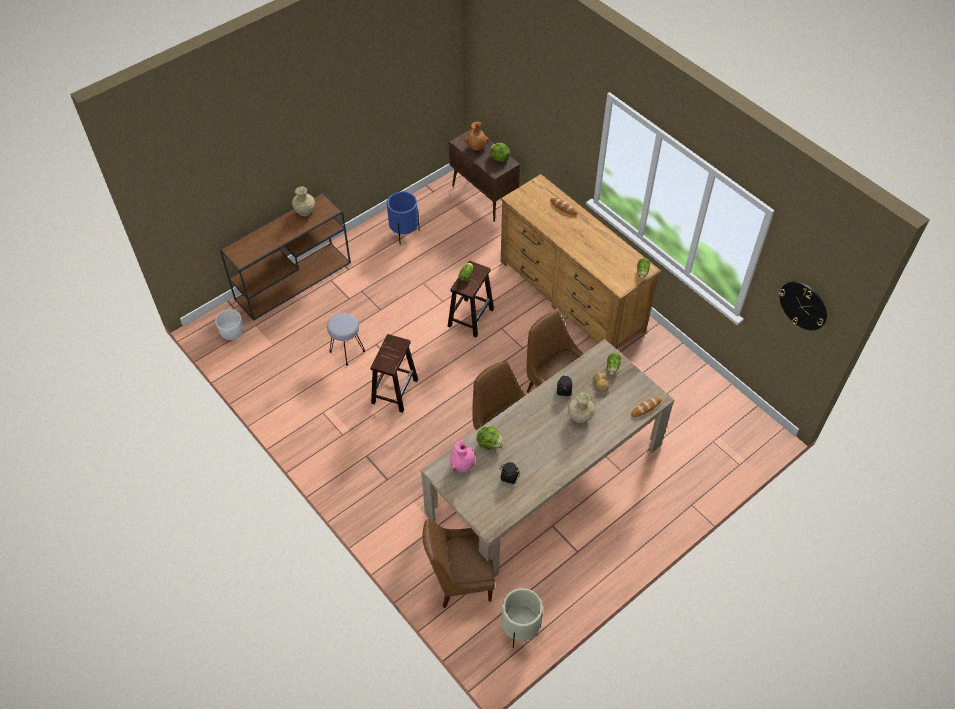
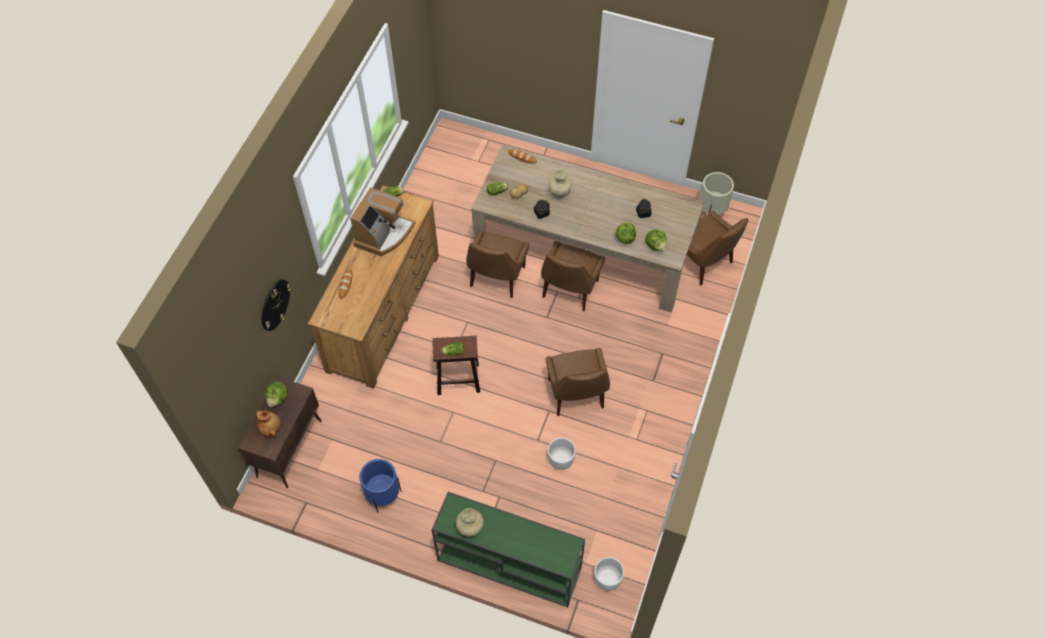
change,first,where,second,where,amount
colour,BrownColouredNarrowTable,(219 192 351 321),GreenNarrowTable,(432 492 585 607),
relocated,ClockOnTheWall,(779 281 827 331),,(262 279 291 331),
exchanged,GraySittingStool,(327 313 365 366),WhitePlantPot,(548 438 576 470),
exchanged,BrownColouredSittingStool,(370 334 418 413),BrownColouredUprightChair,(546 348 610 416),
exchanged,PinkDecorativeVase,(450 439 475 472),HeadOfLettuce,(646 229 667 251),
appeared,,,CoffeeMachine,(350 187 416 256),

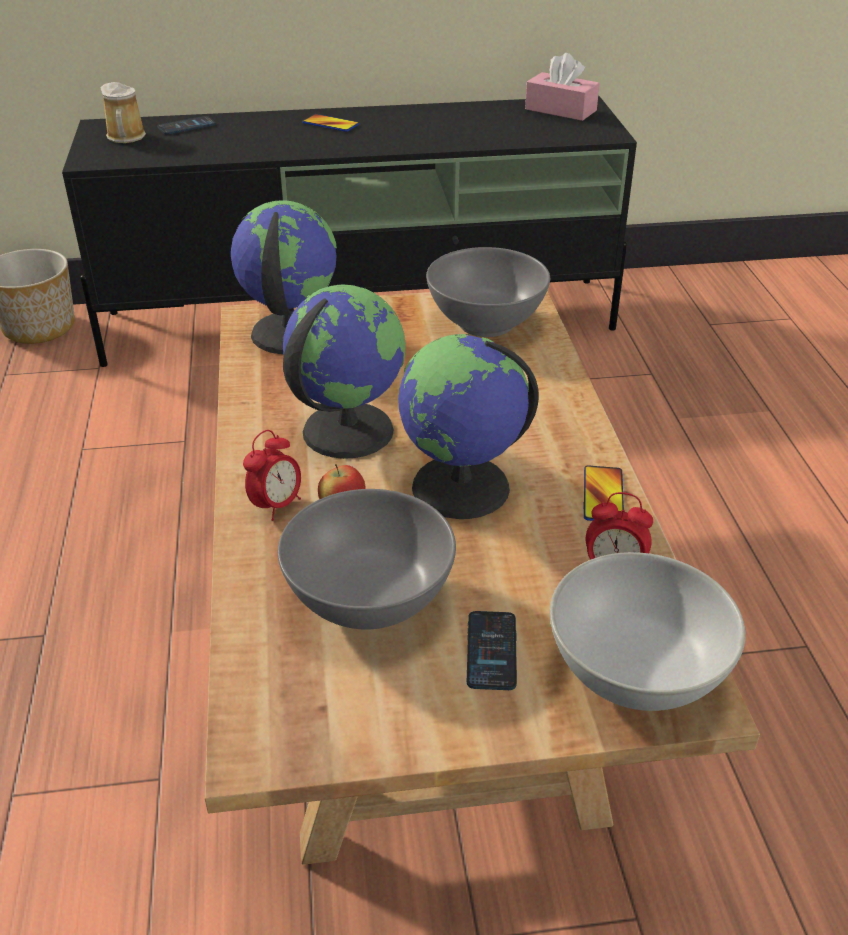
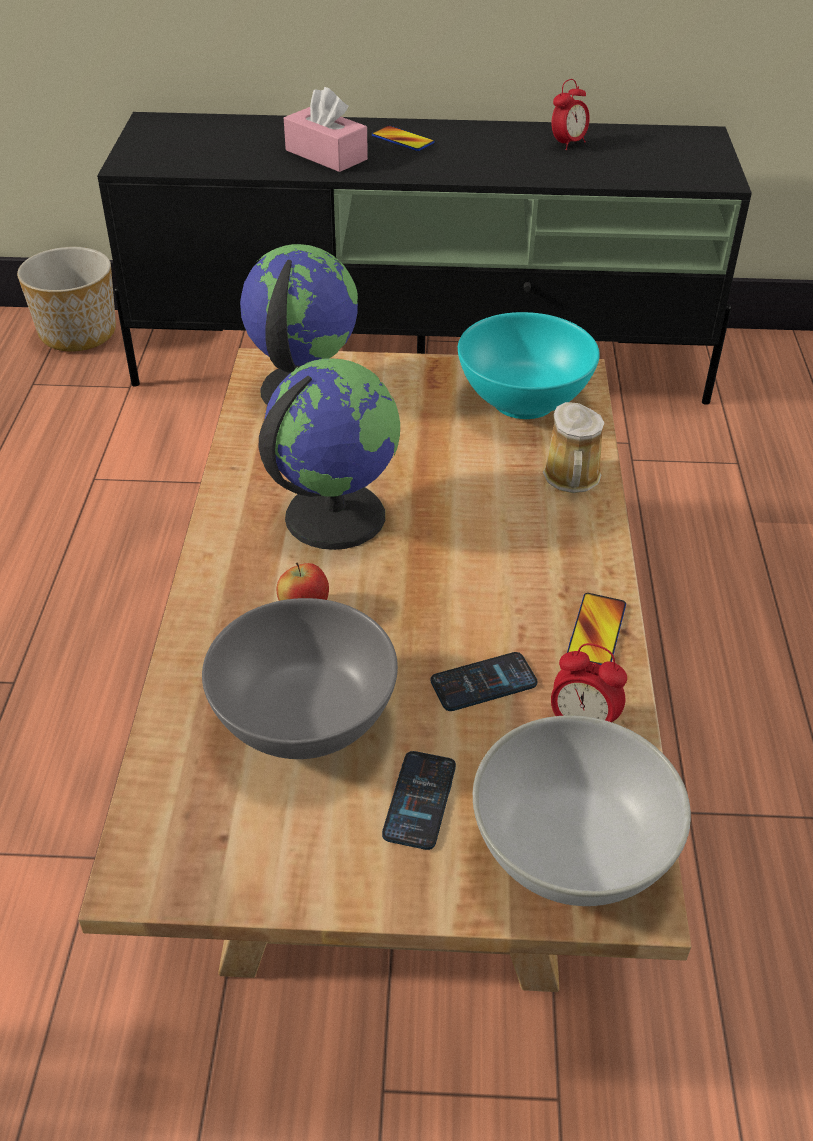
change,first,where,second,where,amount
relocated,PinkTissueBox,(525 53 600 121),,(284 87 368 172),
relocated,TeaMug,(101 82 146 143),,(543 402 605 493),
relocated,Phone,(157 116 216 135),,(431 652 537 711),
colour,GrayBowl,(426 247 550 337),TurquoiseColouredBowl,(458 312 600 419),
missing,WorldGlobe,(398 334 539 519),,,
relocated,TableClock,(243 430 301 521),,(552 79 590 150),

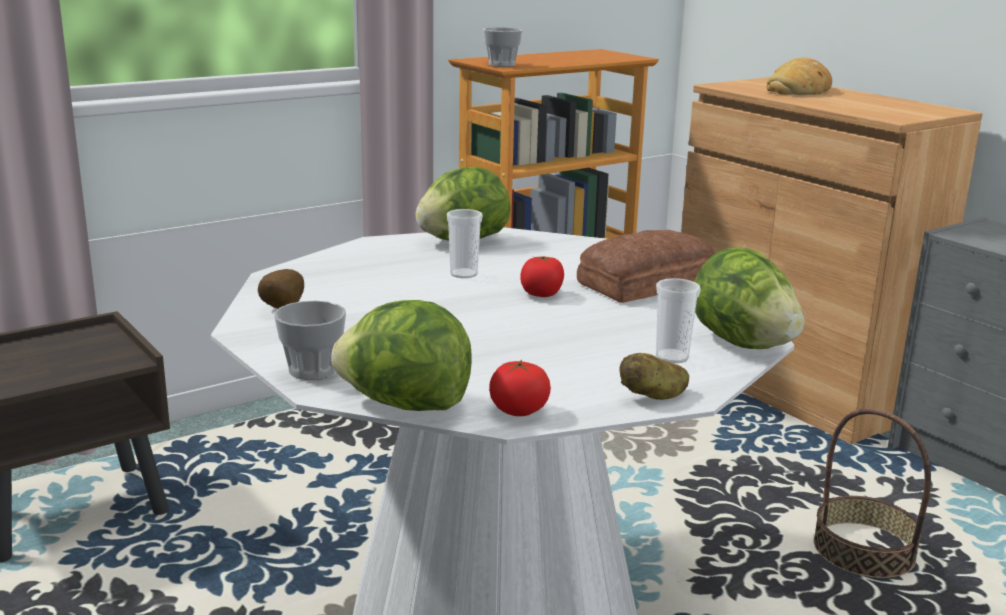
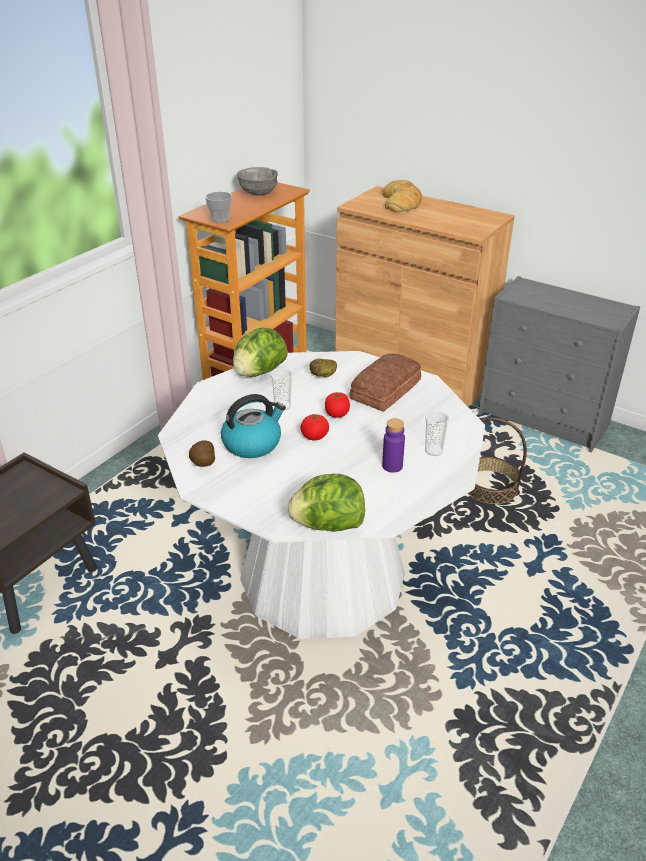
change,first,where,second,where,amount
missing,HeadOfLettuce,(694 247 804 349),,,
missing,SmallCup,(274 301 346 380),,,
relocated,Spud,(619 353 689 400),,(309 359 337 377),
relocated,WholeTomato,(489 360 551 416),,(300 414 329 441),
appeared,,,GrayBowl,(237 167 278 195),
appeared,,,WaterKettle,(221 394 286 458),
appeared,,,PurpleColouredBottle,(382 418 405 473),

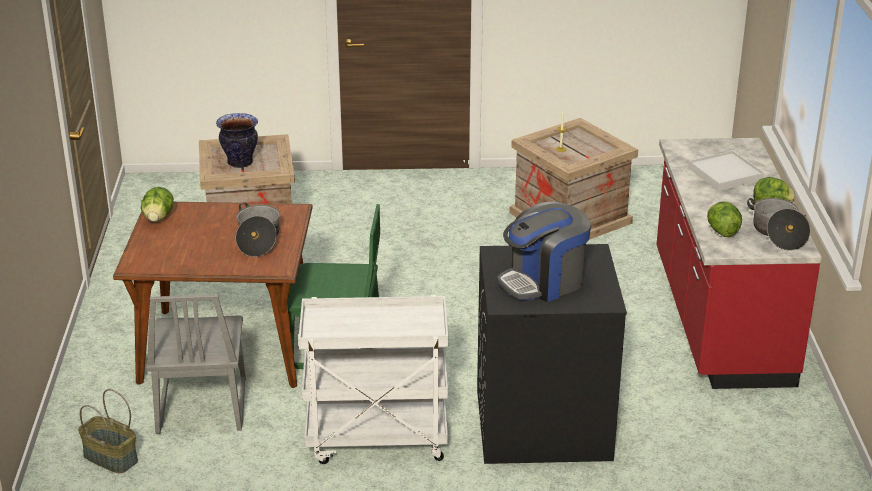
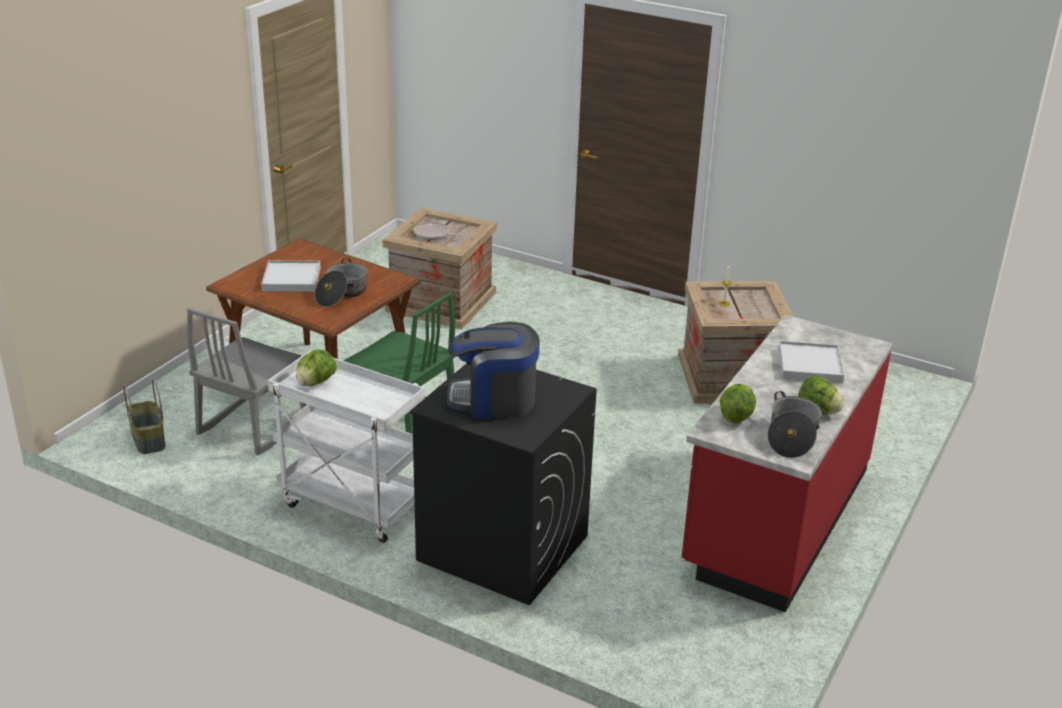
change,first,where,second,where,amount
exchanged,DecorativeVase,(216 113 258 168),FryingPan,(414 222 464 240),
relocated,HeadOfLettuce,(141 187 174 222),,(296 349 337 386),
appeared,,,WhiteServingTray,(261 260 321 292),

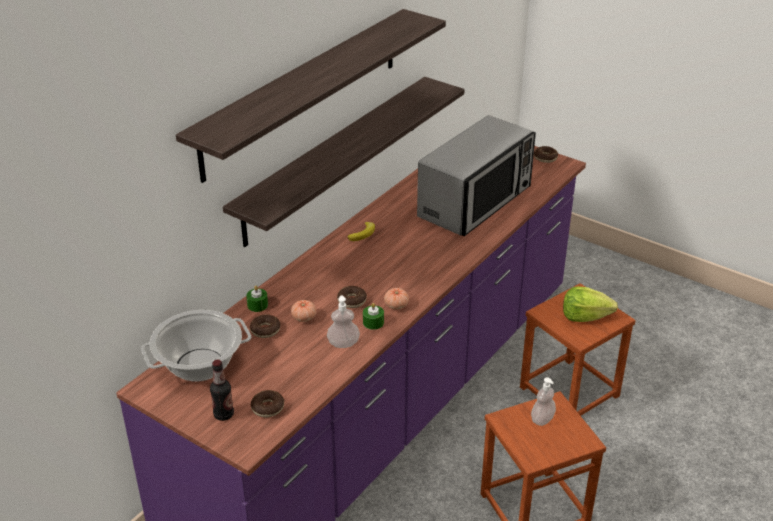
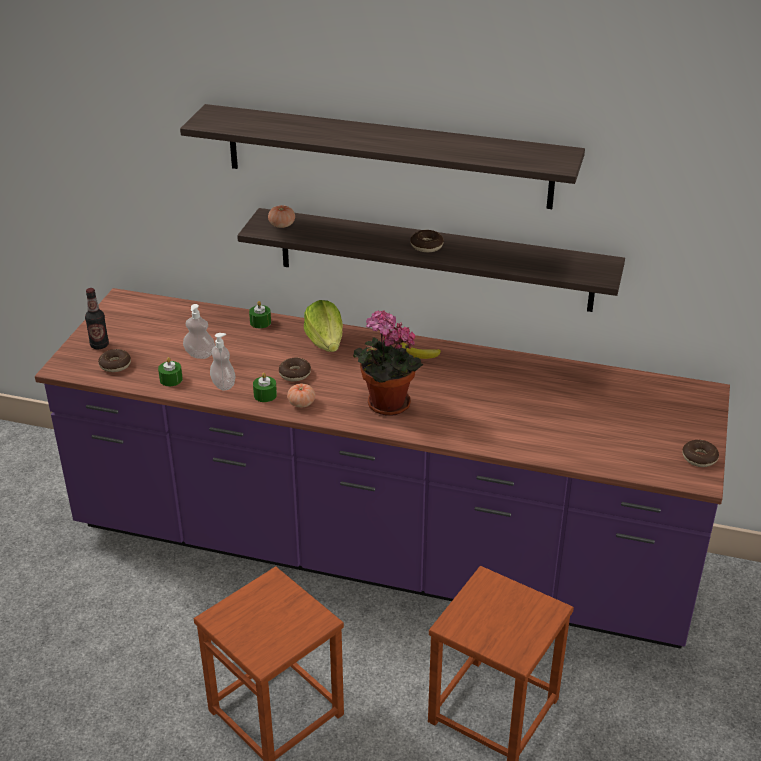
change,first,where,second,where,amount
missing,KitchenMicrowave,(417 115 536 236),,,
relocated,HeadOfLettuce,(563 286 618 322),,(304 300 343 352),
relocated,WholeTomato,(291 300 316 322),,(268 205 295 228),
missing,CookingPot,(141 310 251 382),,,
relocated,Doughnut,(250 315 280 338),,(410 230 444 252),
relocated,SoapBottle,(531 378 556 426),,(183 304 215 359),
appeared,,,Houseplant,(353 310 423 416),
appeared,,,GreenWaxLight,(158 357 183 386),

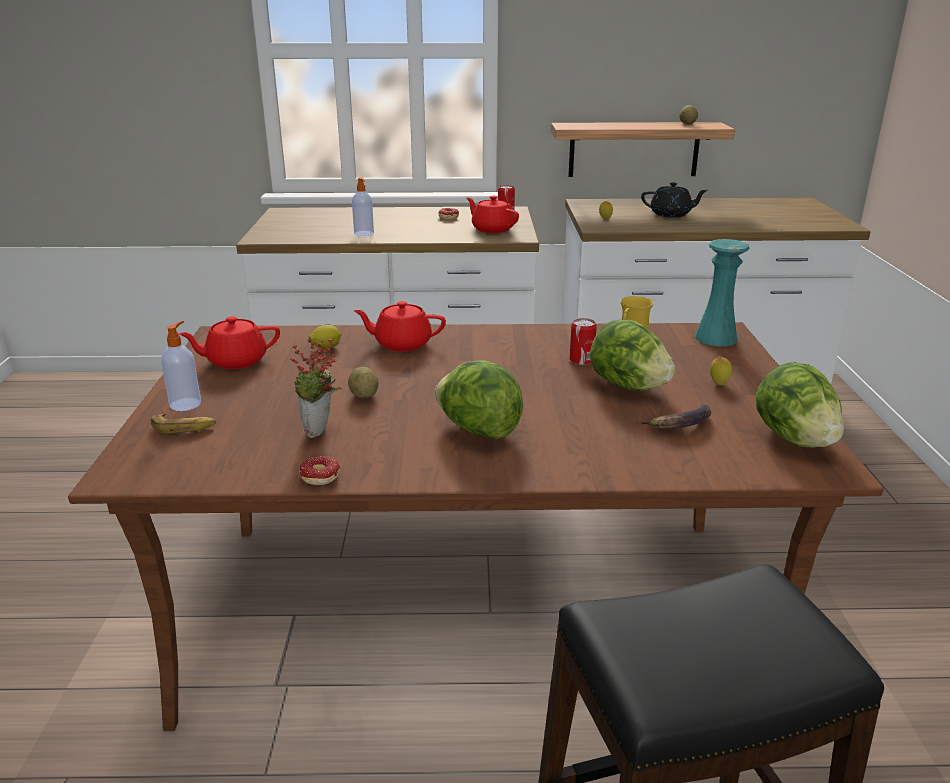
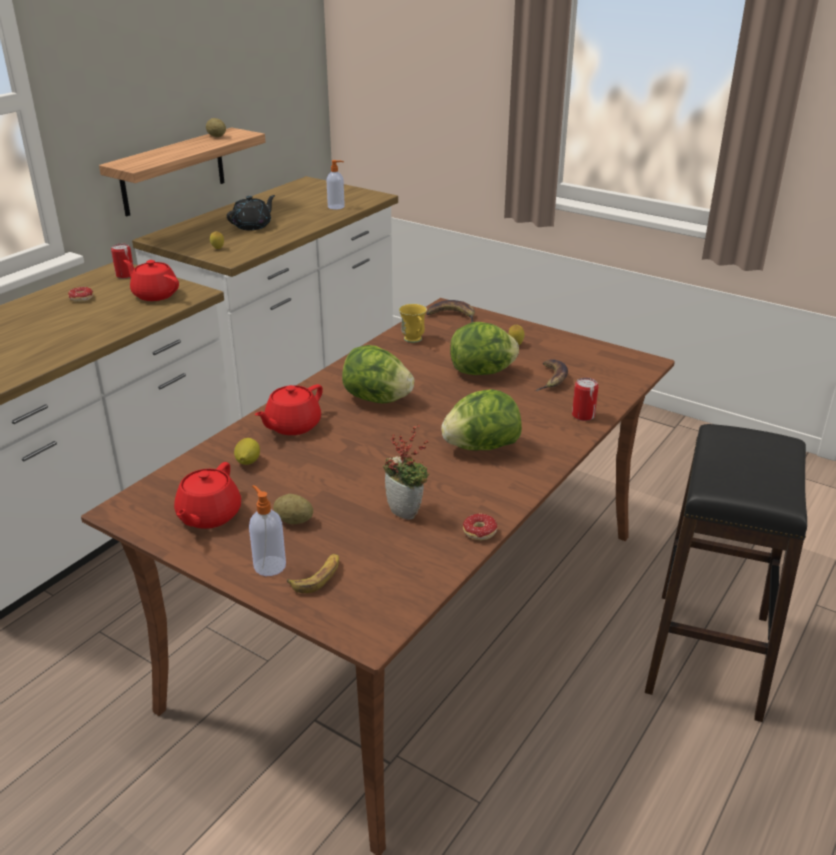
change,first,where,second,where,amount
relocated,SoapBottle,(352 177 374 236),,(326 160 345 210),
spun,RedTeapot,(467 196 519 233),,(124 260 179 301),45 degrees clockwise
exchanged,TurquoiseColouredDecorativeVase,(695 239 750 346),Banana,(426 300 475 323),
relocated,MetalCan,(570 318 597 365),,(572 378 598 421),
relocated,HeadOfLettuce,(756 362 844 448),,(342 345 414 403),
relocated,Spud,(348 367 378 398),,(273 494 313 524),

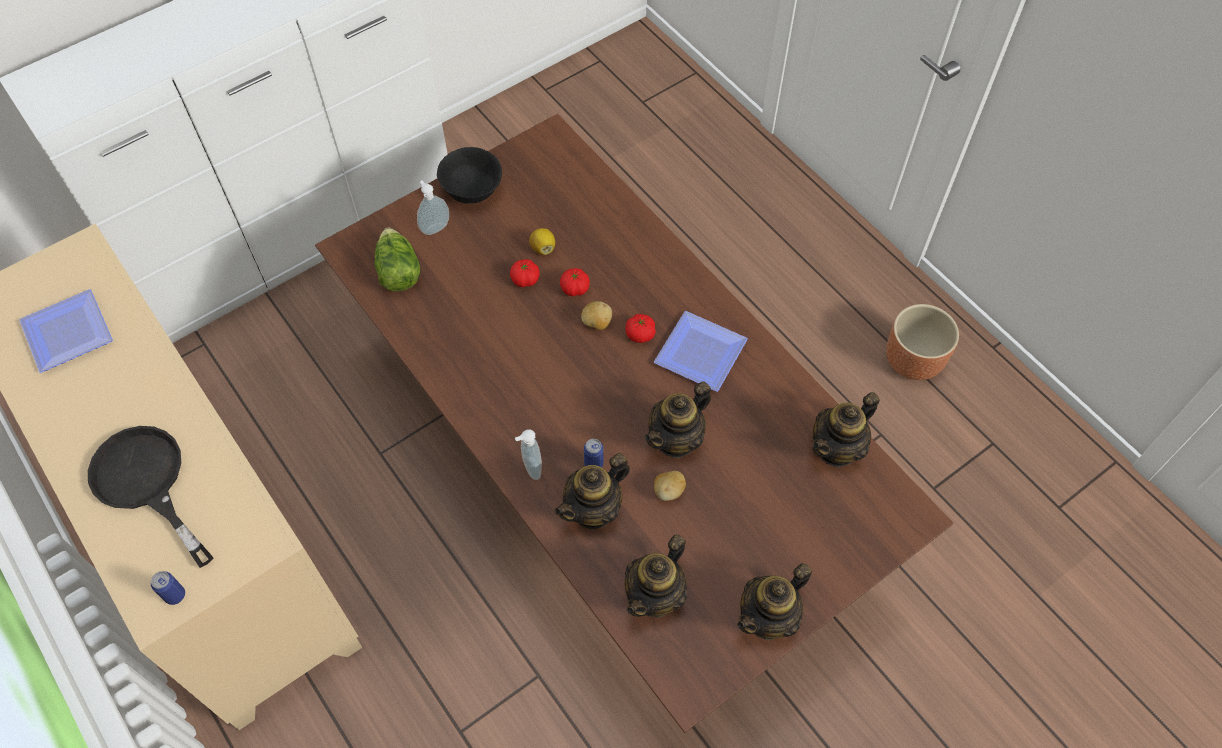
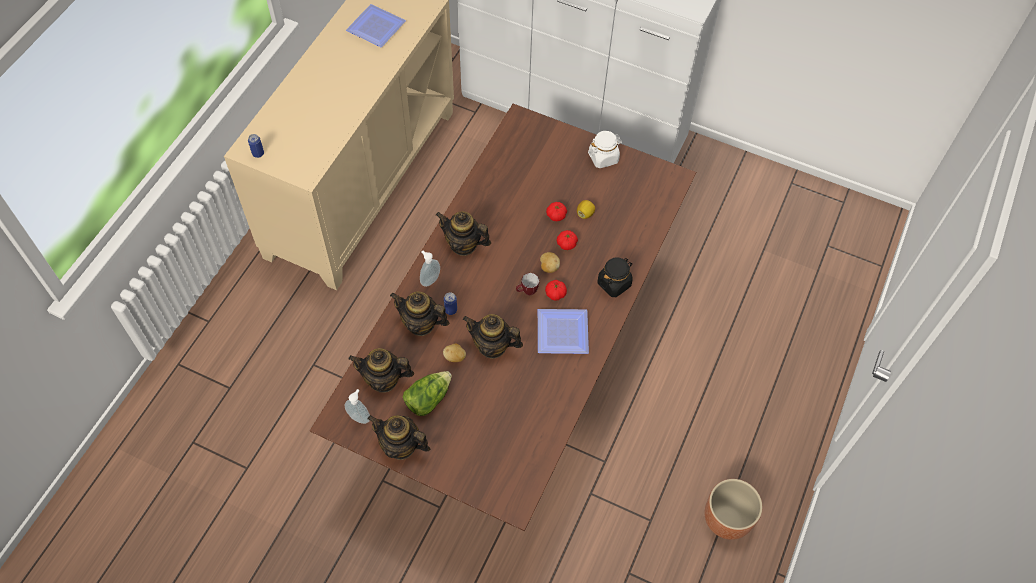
change,first,where,second,where,amount
exchanged,BlackishBowl,(437 147 502 203),WhitePreserveJar,(588 131 622 168),
relocated,SoapBottle,(417 181 449 235),,(345 389 370 424),
relocated,HeadOfLettuce,(374 227 420 292),,(403 371 452 416),
relocated,Teapot,(812 392 880 468),,(436 211 491 256),
missing,BlackishFryingPan,(88 426 214 568),,,
appeared,,,BlackishPreserveJar,(597 257 633 297),
appeared,,,TeaMug,(516 273 539 295),

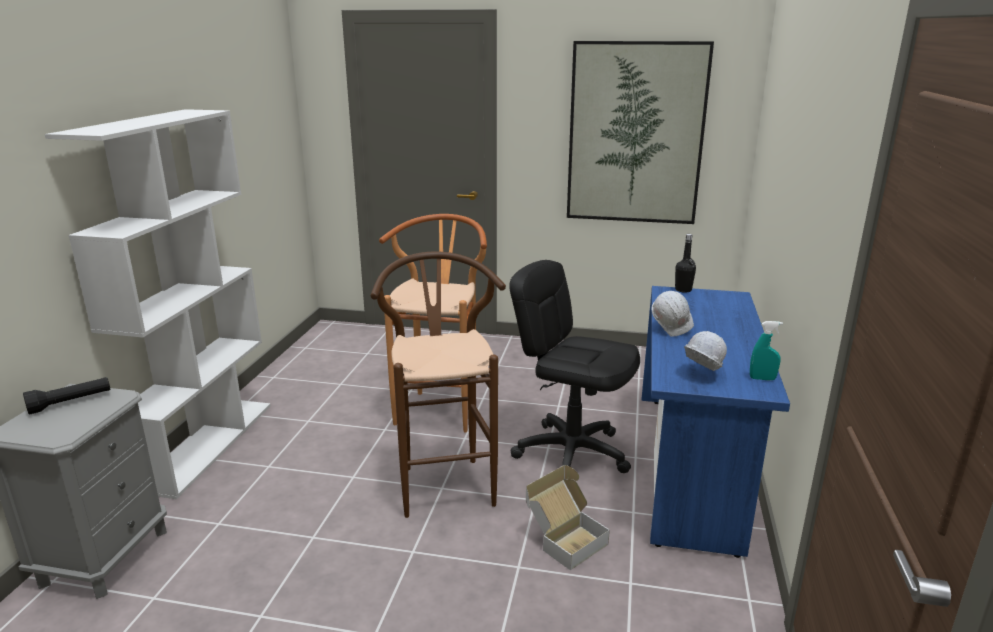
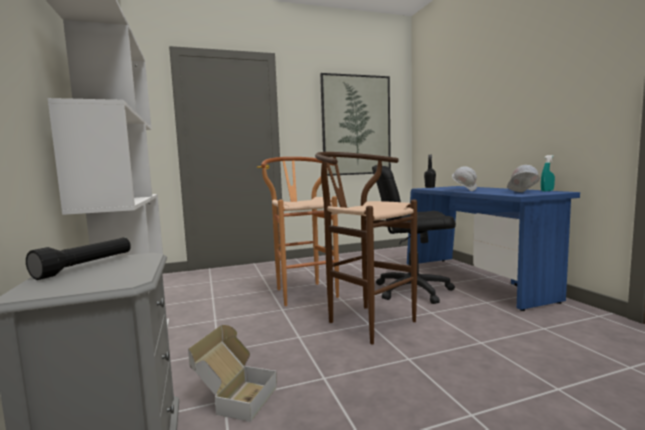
change,first,where,second,where,amount
relocated,PackingBox,(526 465 610 570),,(188 325 277 422),

